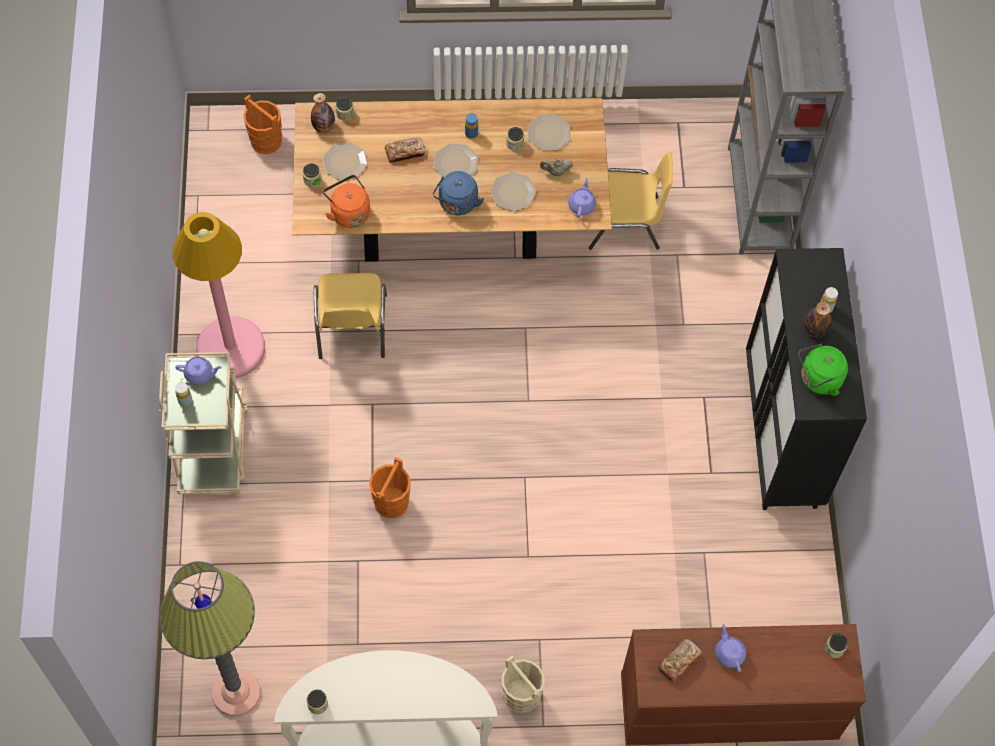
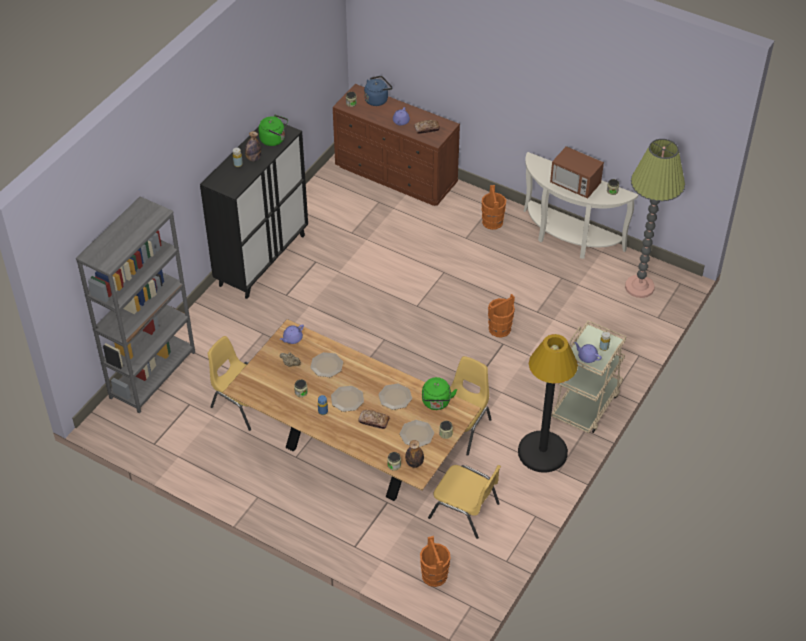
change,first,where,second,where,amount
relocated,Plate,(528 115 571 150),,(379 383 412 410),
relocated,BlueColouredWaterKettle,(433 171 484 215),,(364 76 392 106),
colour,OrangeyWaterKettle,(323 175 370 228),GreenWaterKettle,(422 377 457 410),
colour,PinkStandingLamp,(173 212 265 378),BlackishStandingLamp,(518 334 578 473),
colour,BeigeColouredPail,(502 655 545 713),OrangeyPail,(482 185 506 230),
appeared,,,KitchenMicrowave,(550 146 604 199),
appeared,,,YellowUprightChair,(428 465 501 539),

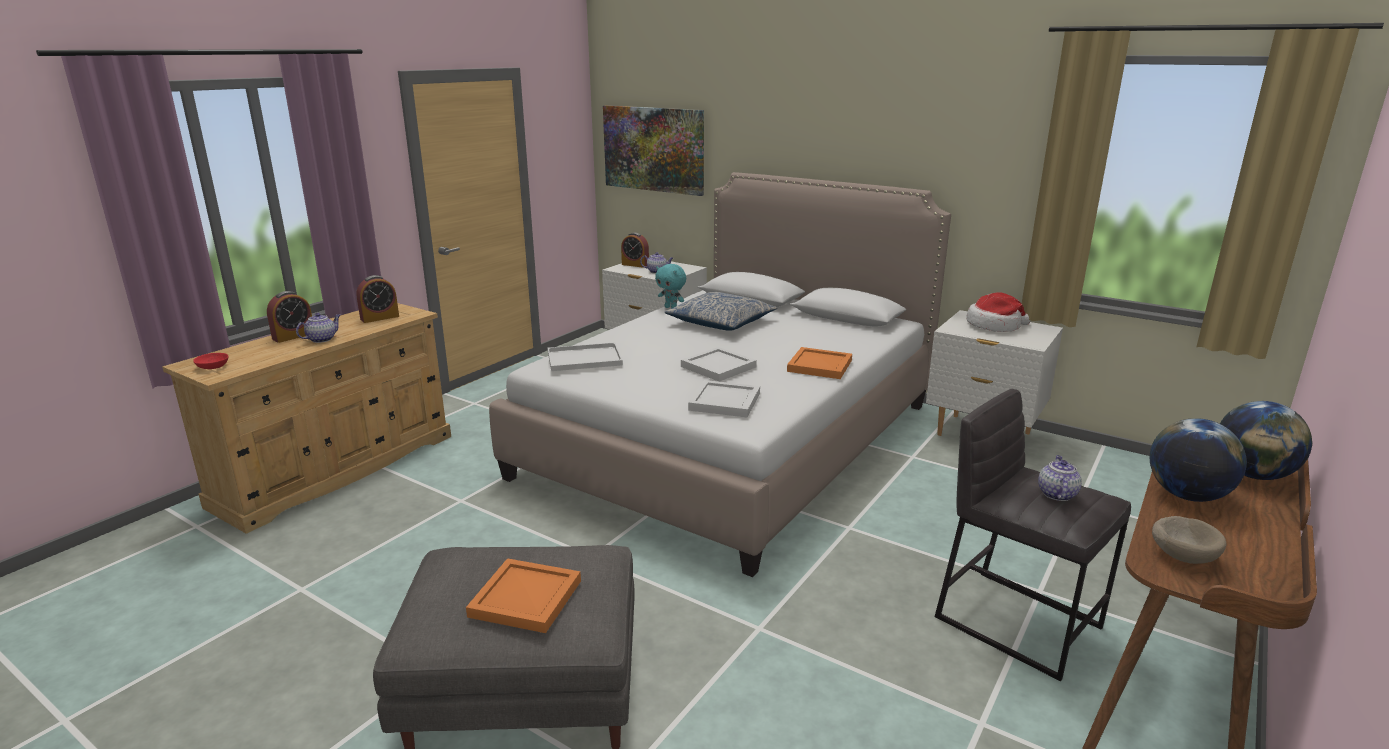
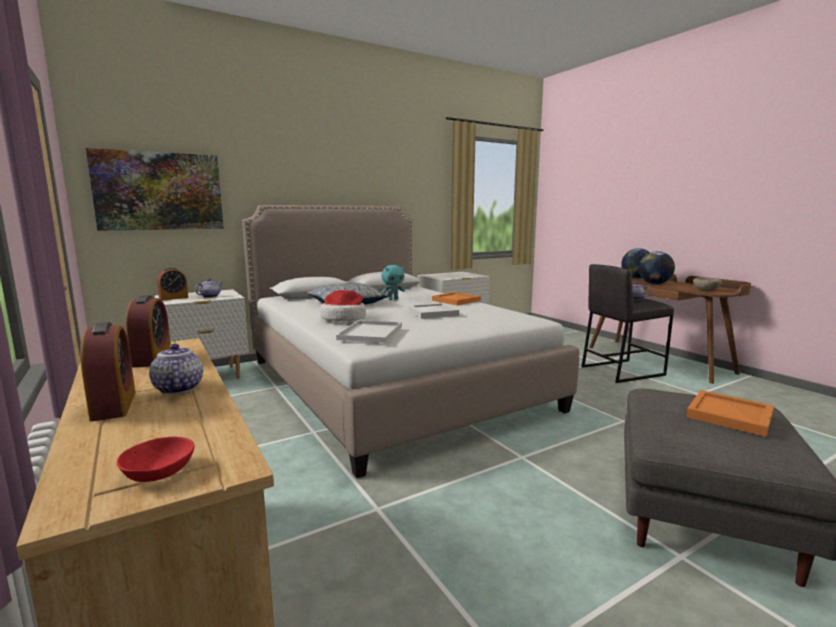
change,first,where,second,where,amount
relocated,TurquoiseColouredSoftToy,(655 264 686 309),,(381 265 405 300),
relocated,ClothingHat,(966 292 1031 332),,(320 290 366 321),
missing,WhiteServingTray,(688 380 760 418),,,

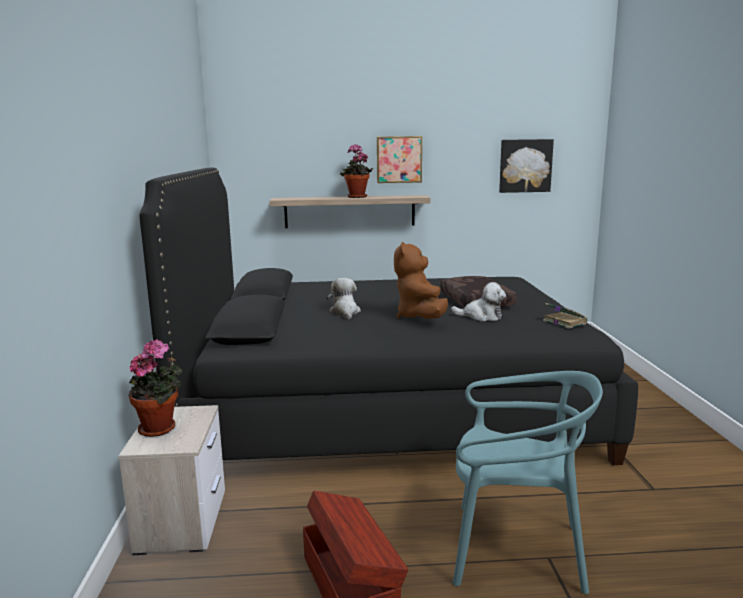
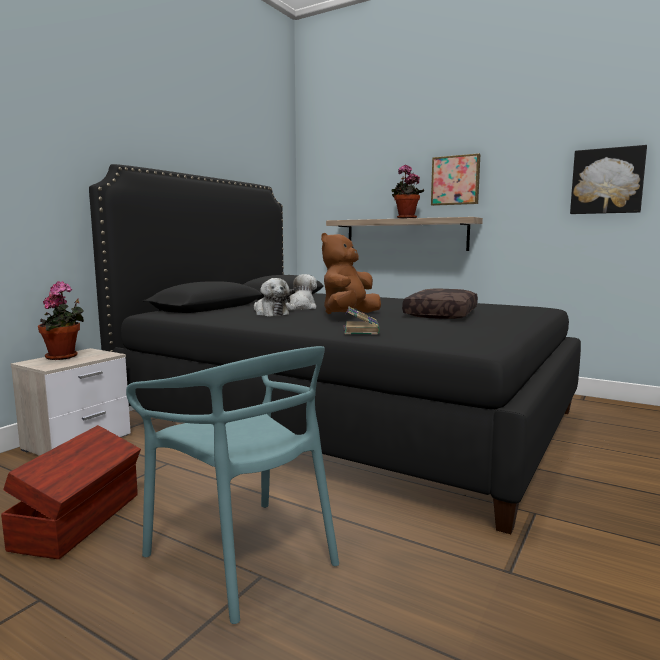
change,first,where,second,where,amount
relocated,SoftToy,(451 282 506 321),,(254 278 290 316),
relocated,BoundBook,(543 303 587 329),,(343 306 380 335),

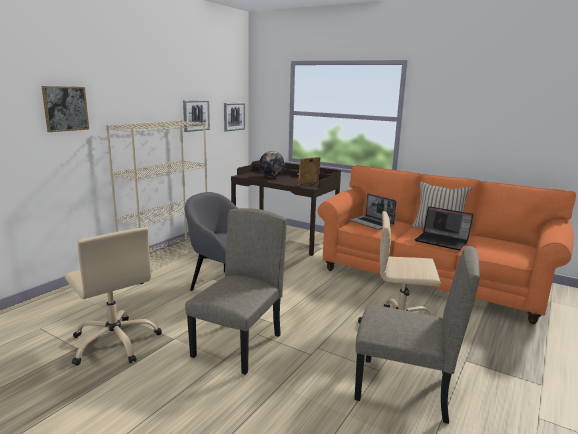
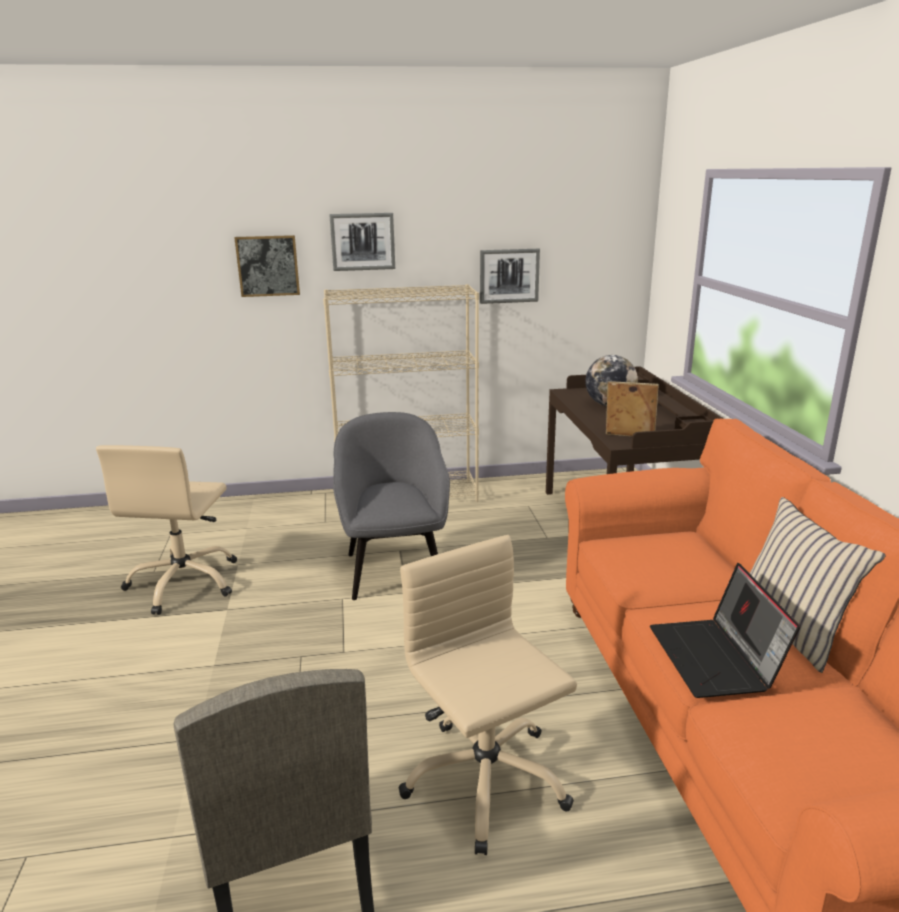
change,first,where,second,where,amount
relocated,Picture,(224 103 245 131),,(329 213 395 271),
missing,Laptop,(350 193 397 230),,,
missing,BeigeColouredUprightChair,(185 208 287 375),,,

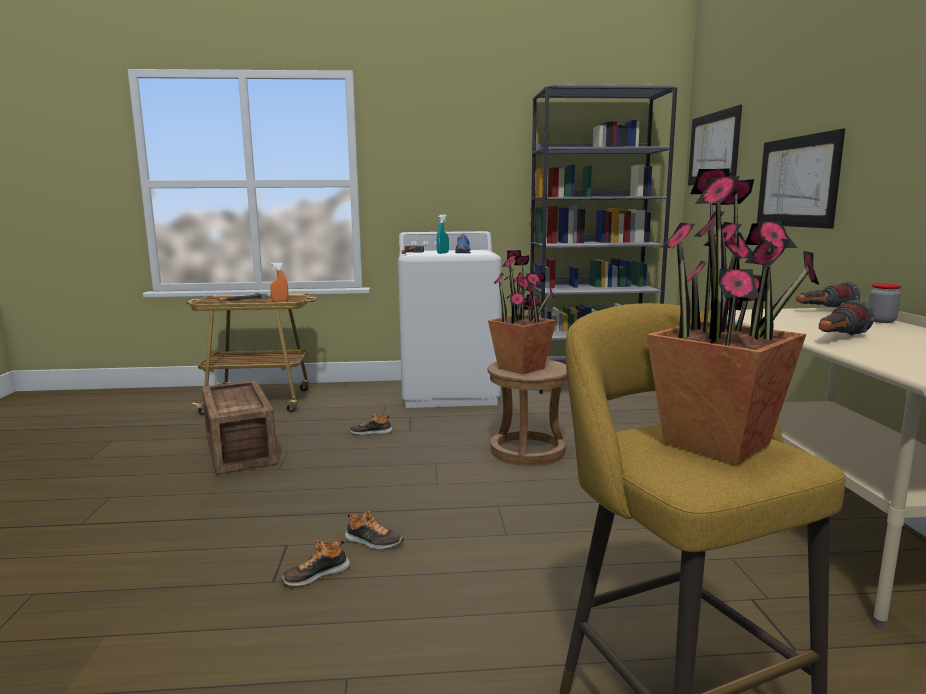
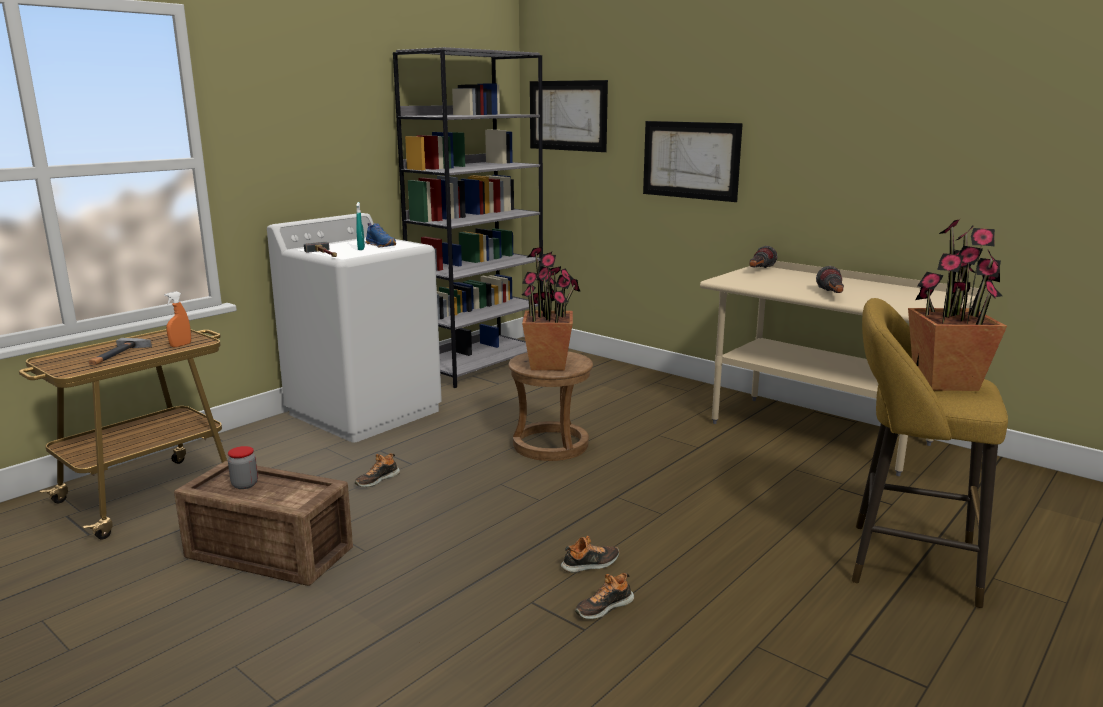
change,first,where,second,where,amount
relocated,PreserveJar,(868 283 901 323),,(228 446 258 489),
spun,ItemOfFootwear,(281 540 350 586),,(575 573 634 619),45 degrees clockwise

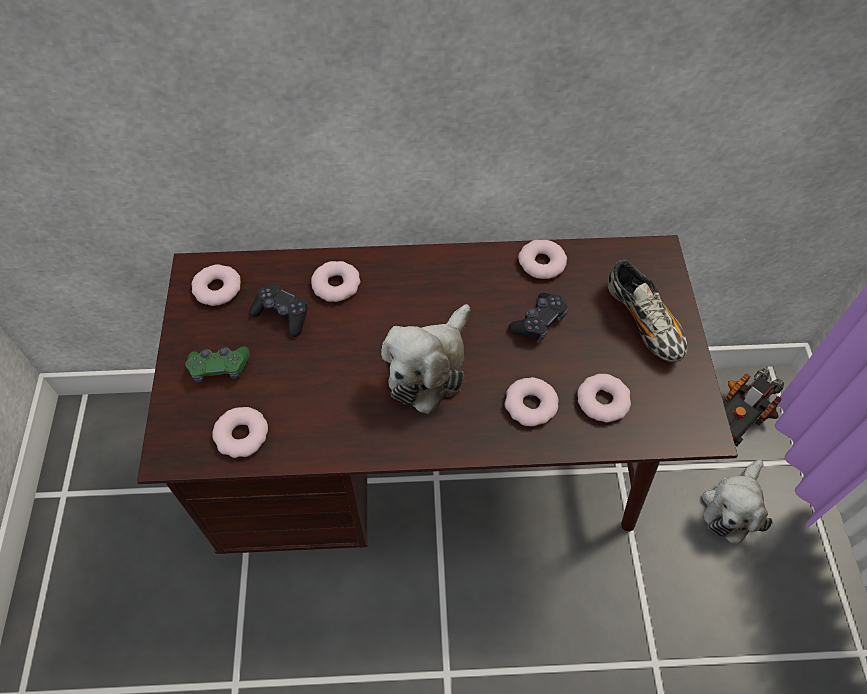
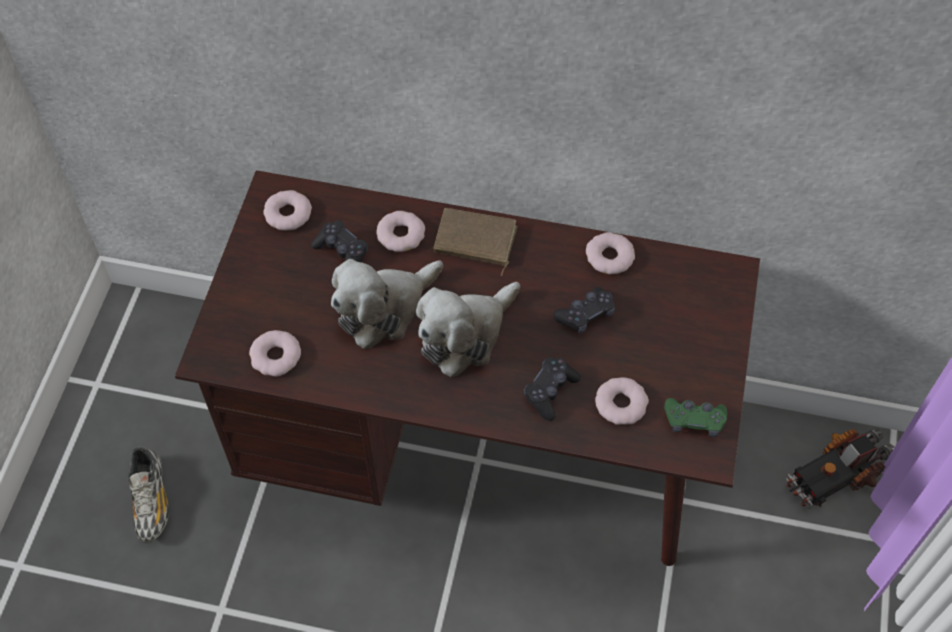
change,first,where,second,where,amount
relocated,ItemOfFootwear,(608 260 687 362),,(128 447 169 543),
relocated,GreenGameController,(185 347 250 383),,(664 398 727 437),
exchanged,Doughnut,(504 377 559 426),BlackishGameController,(524 357 581 421),
relocated,SoftToy,(702 460 773 545),,(331 259 443 349),
appeared,,,BrownColouredBoundBook,(434 208 518 276),

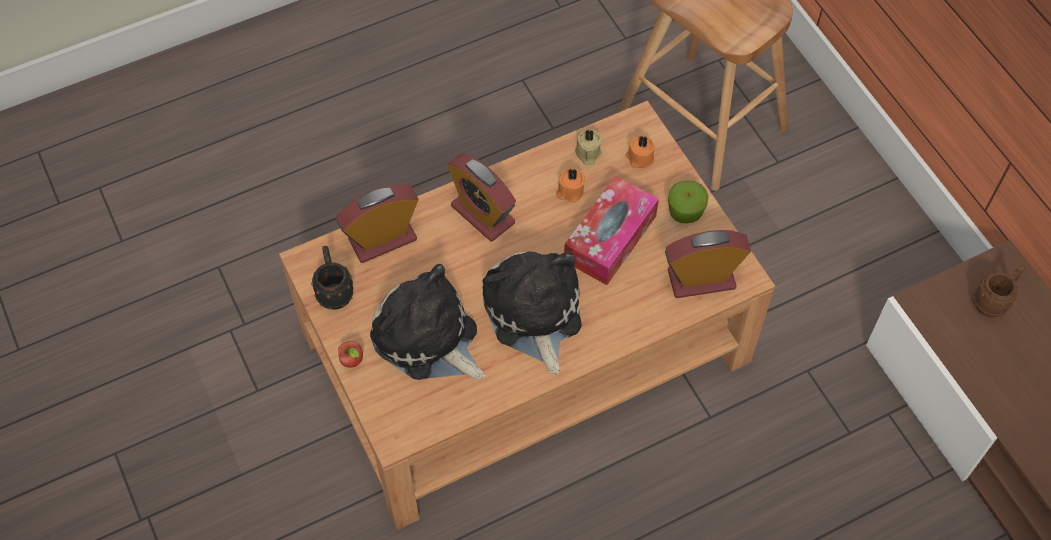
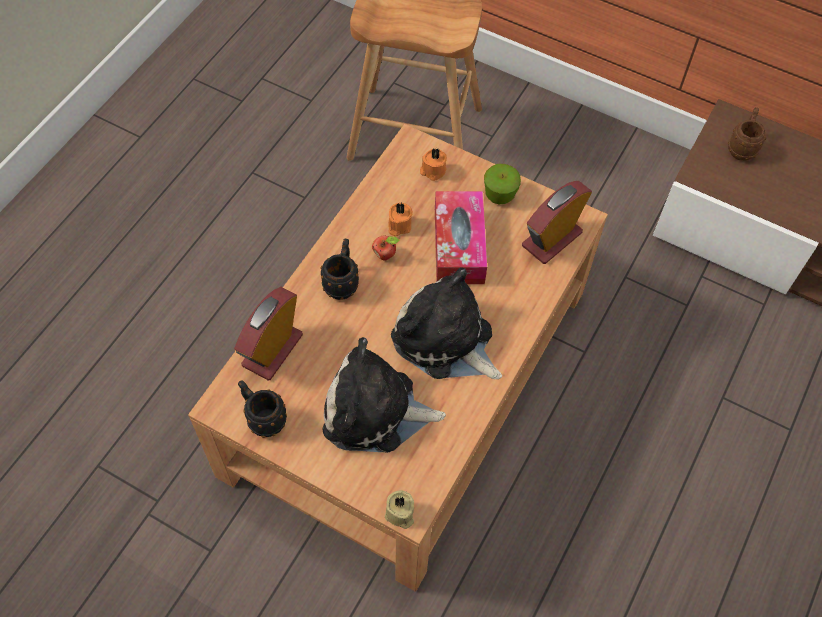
change,first,where,second,where,amount
relocated,BeigeColouredWaxLight,(575 129 602 165),,(385 490 414 529),
exchanged,TableClock,(447 153 516 242),BlackishTeaMug,(321 239 359 300),
relocated,Apple,(338 341 363 368),,(372 236 399 260),

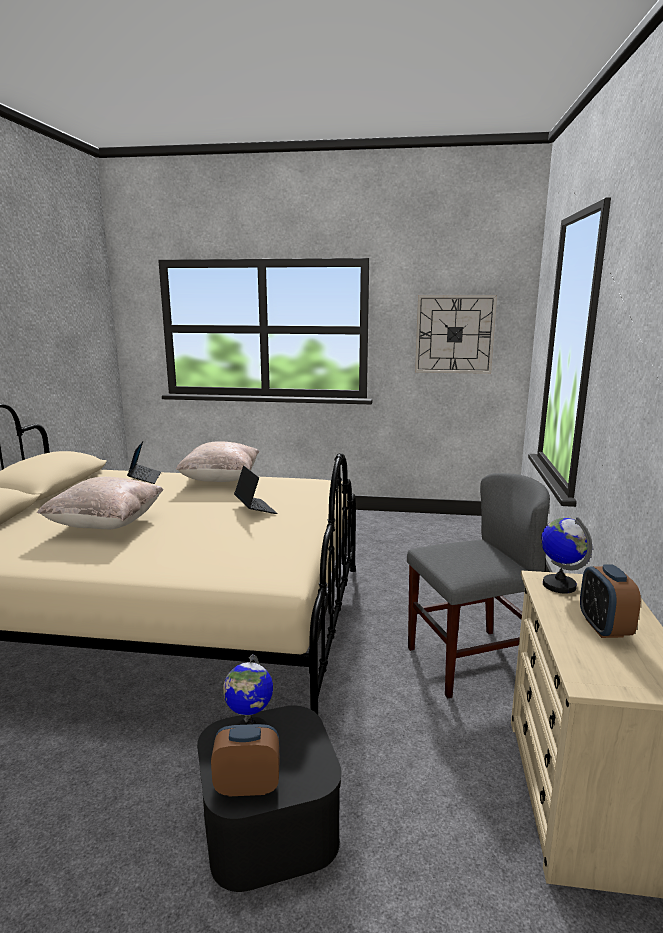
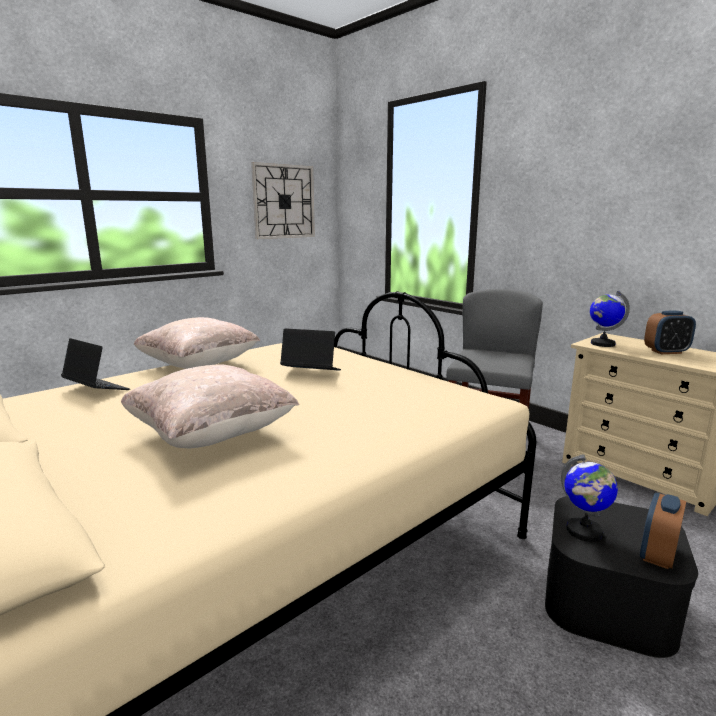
change,first,where,second,where,amount
spun,TableClock,(580 564 641 638),,(644 311 696 354),45 degrees counterclockwise

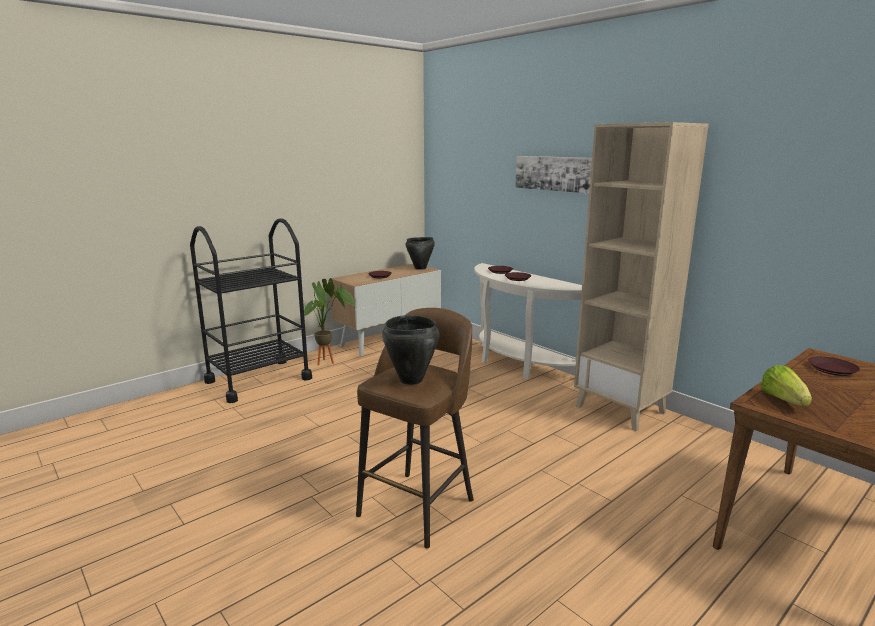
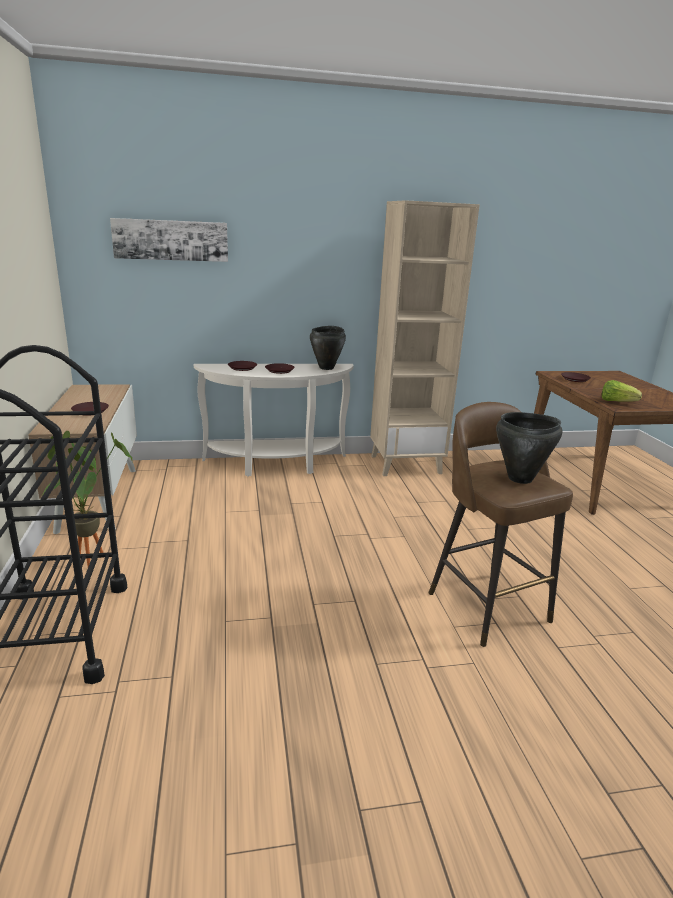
change,first,where,second,where,amount
relocated,Picture,(515 156 592 194),,(110 218 228 262),
relocated,BlackishCookingPot,(406 237 435 270),,(310 326 346 370),

